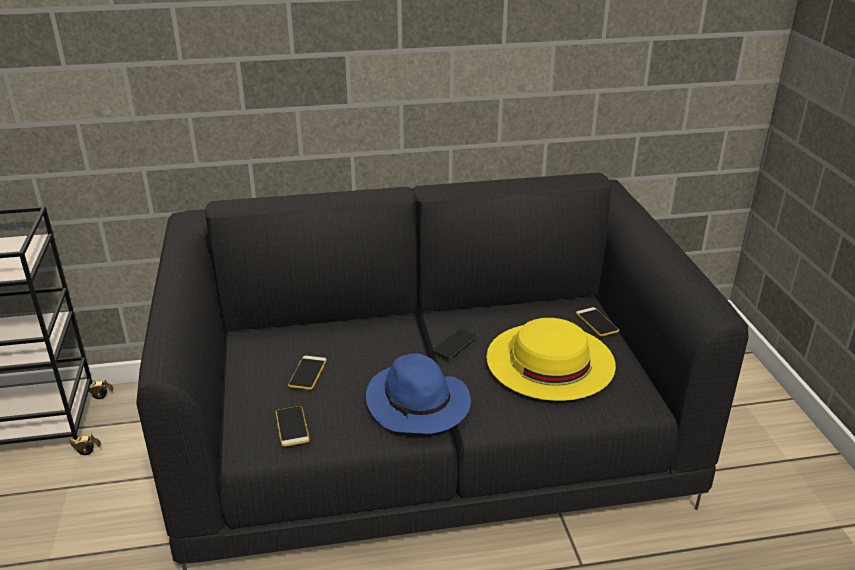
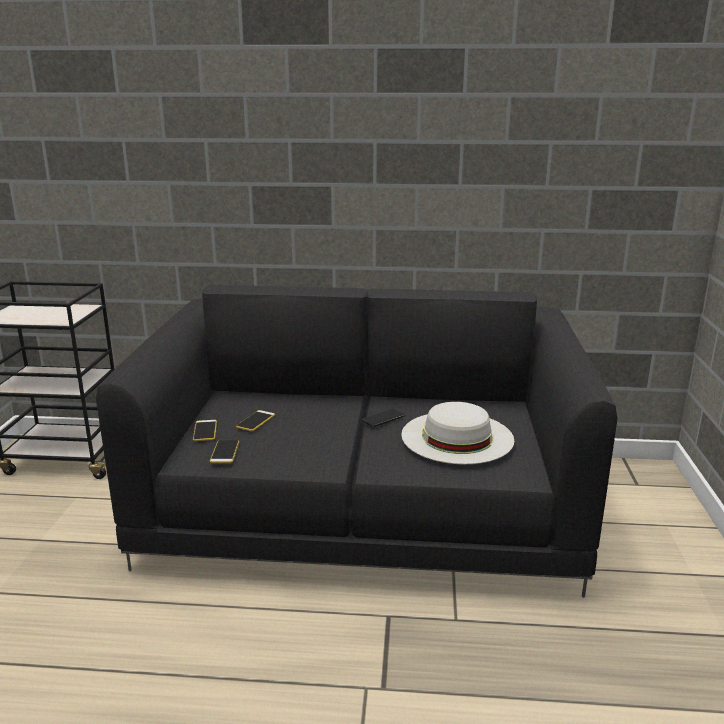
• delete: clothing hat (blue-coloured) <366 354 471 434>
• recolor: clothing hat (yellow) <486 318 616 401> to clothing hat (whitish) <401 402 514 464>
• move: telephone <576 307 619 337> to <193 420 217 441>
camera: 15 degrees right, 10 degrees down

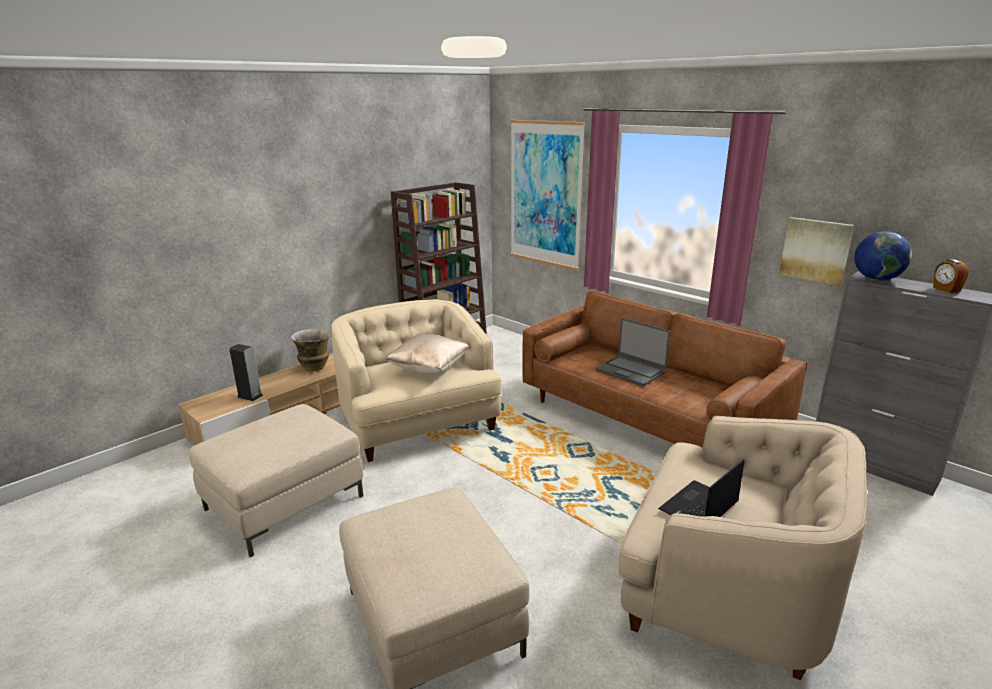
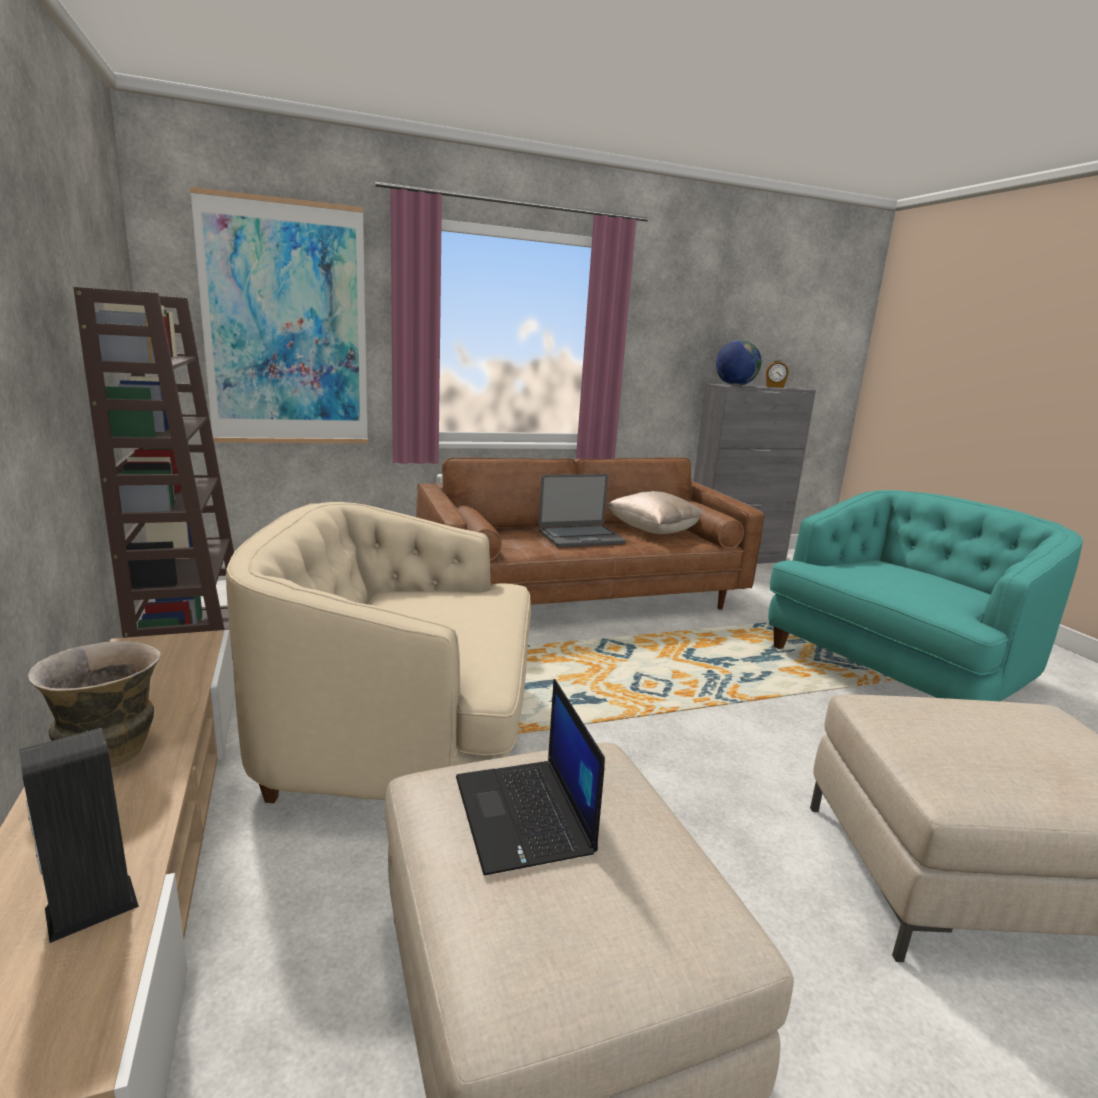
• move: throw pillow (beige) <385 333 469 374> to <606 491 703 534>
• recolor: armchair (beige) <618 416 867 680> to armchair (turquoise-coloured) <768 490 1083 701>
• move: portable computer <658 459 744 517> to <456 679 605 875>
• delete: wall art <779 217 854 286>
camera: 65 degrees left, 5 degrees down

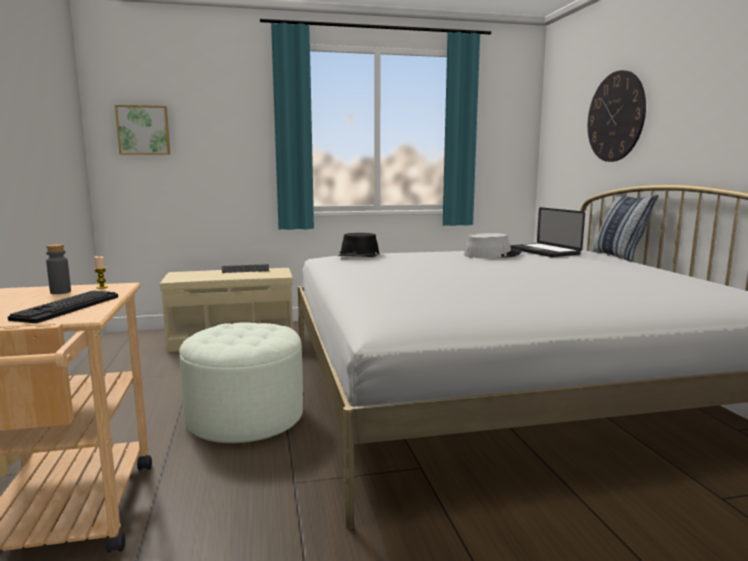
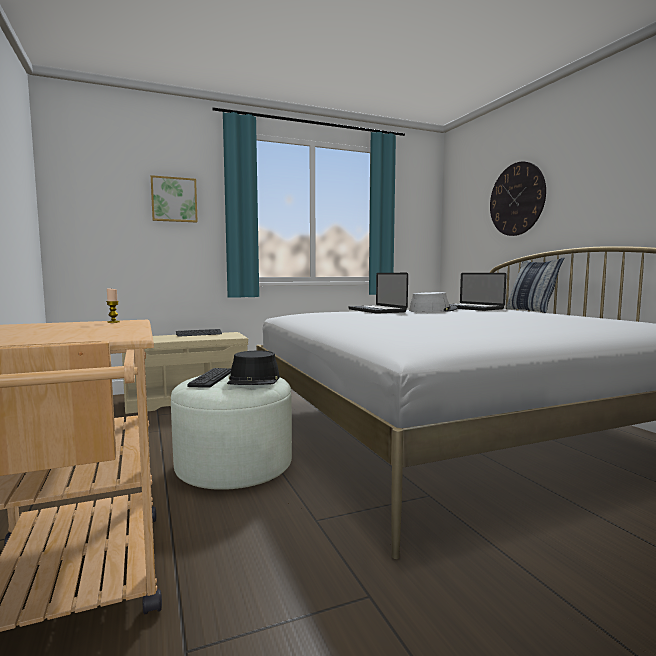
• move: PC keyboard <8 290 118 323> to <187 368 231 388>
• delete: drink bottle (greyish) <46 244 71 294>
• move: wall art <115 105 170 155> to <151 175 198 223>
• move: clothing hat (black-coloured) <338 233 379 257> to <227 351 280 385>
• insert: portable computer <348 273 408 314>
camera: 10 degrees left, 5 degrees down

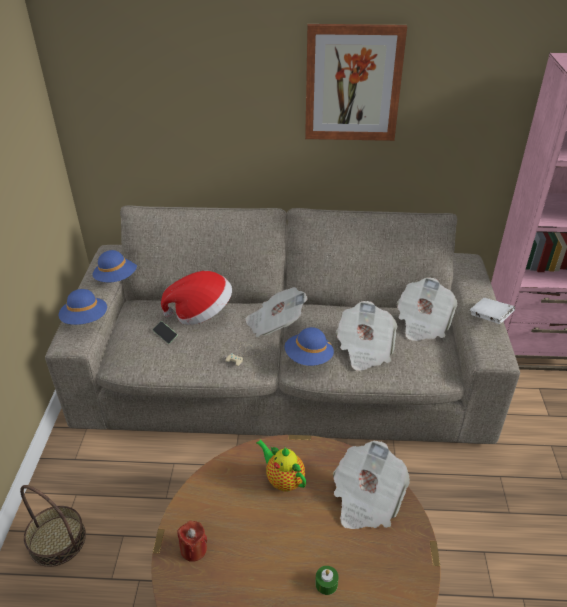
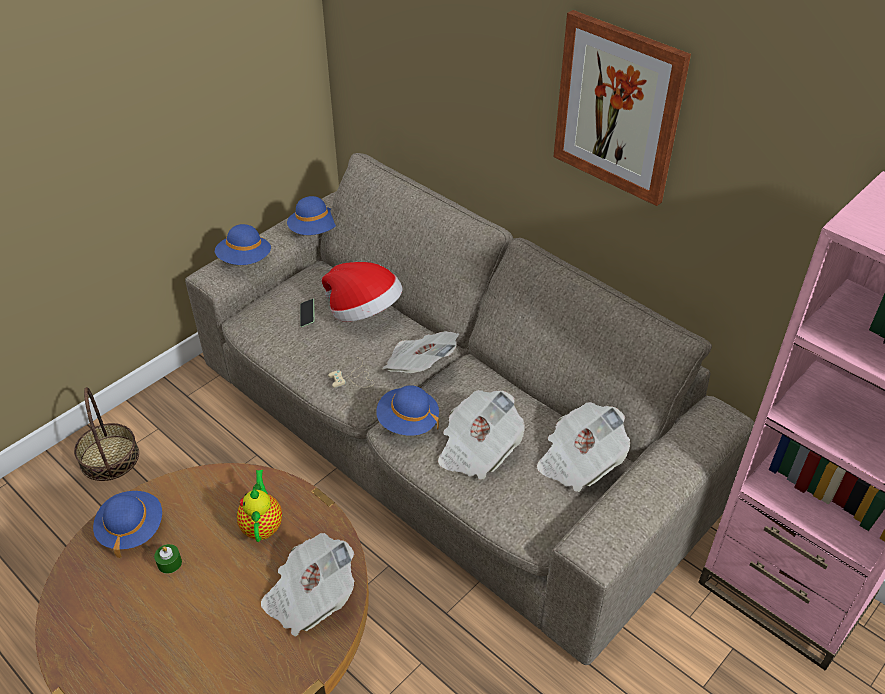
• replace: wax light (reddish) <178 521 207 562> to clothing hat (blue-coloured) <93 491 162 558>
• move: wax light (greenish) <315 566 339 595> to <154 544 182 574>
• delete: volume (whitish) <470 298 515 324>
camera: 40 degrees right, 5 degrees up

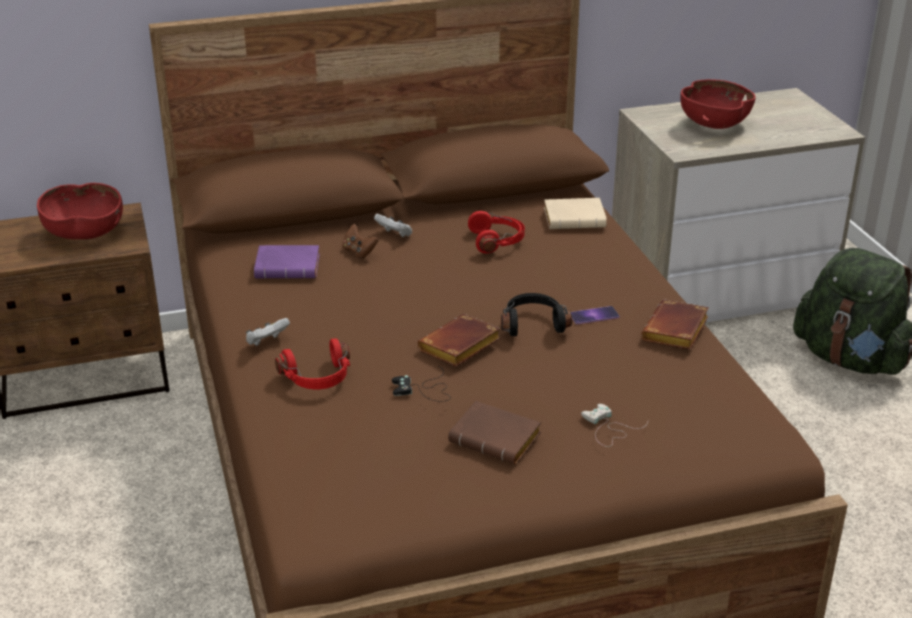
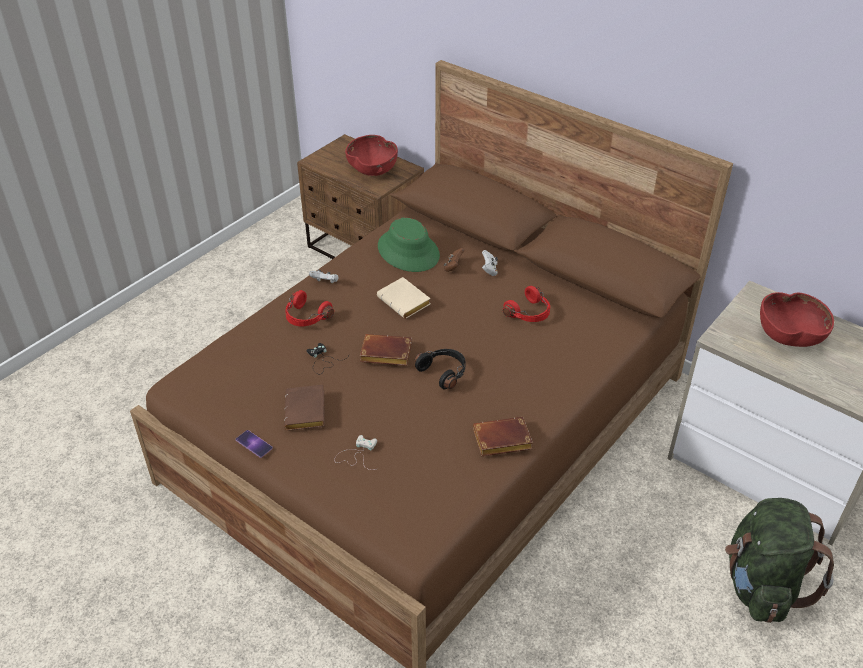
• replace: volume (purple-coloured) <254 245 320 279> to clothing hat (greenish) <378 218 440 272>
• move: volume (beige) <544 198 607 229> to <377 277 431 319>
• move: telephone <571 306 620 324> to <235 430 273 458>
camera: 55 degrees right, 10 degrees up

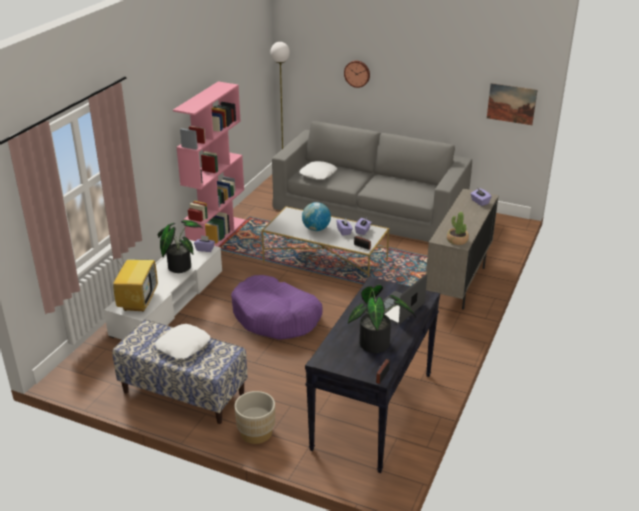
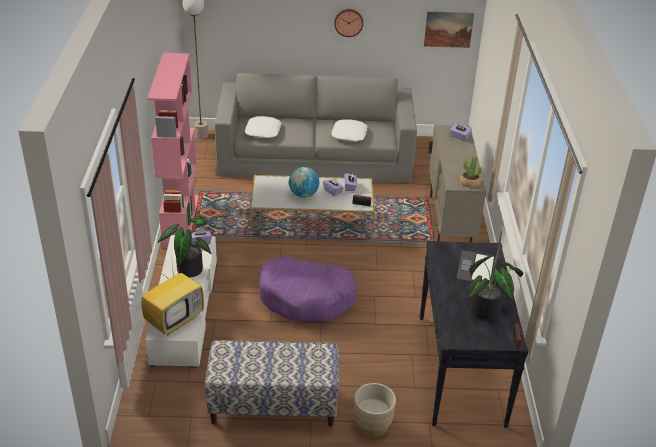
• rotate: television <113 243 158 312> = <141 255 204 335> 60 degrees clockwise
• move: throw pillow (whitish) <155 324 210 359> to <331 119 368 141>
• move: clock on the wall <344 61 370 88> to <334 9 363 37>
camera: 25 degrees left, 5 degrees up

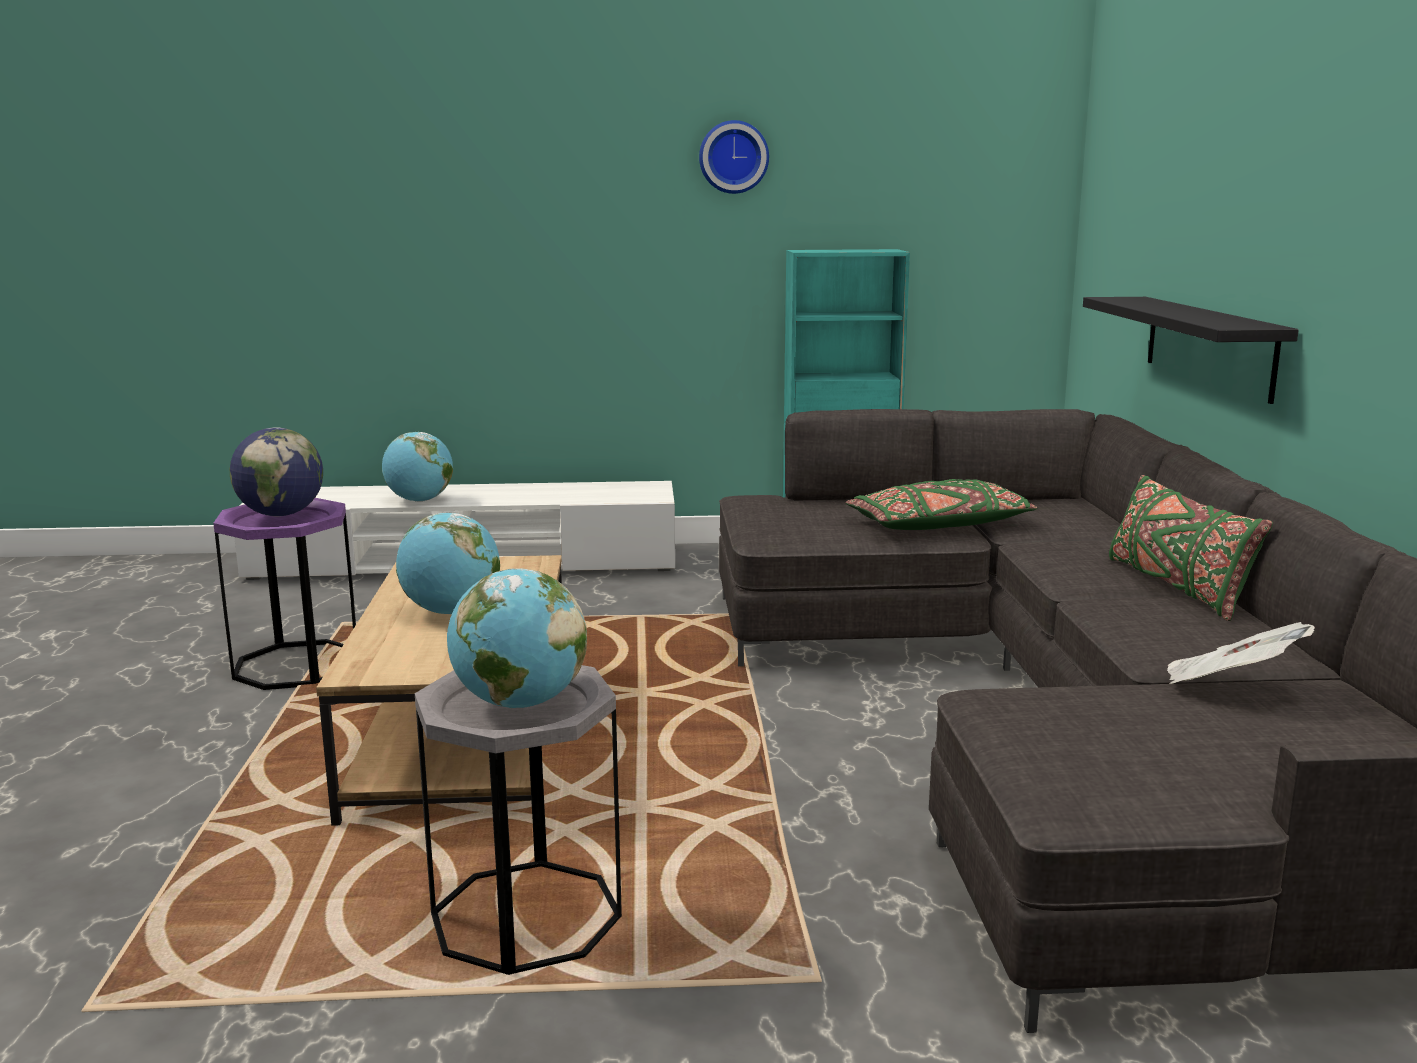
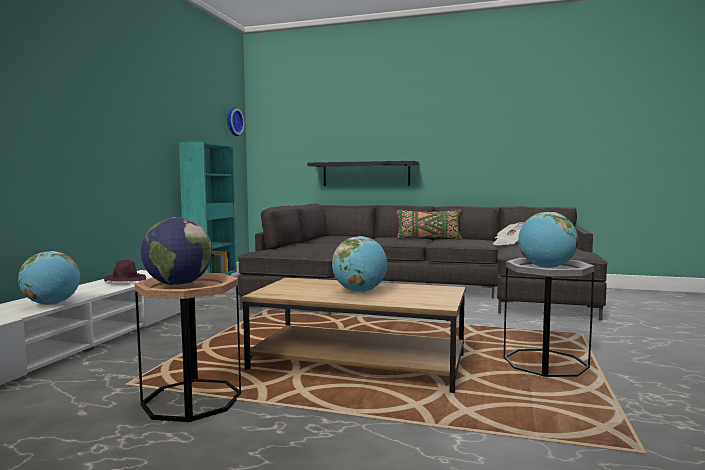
• recolor: accent table (purple-coloured) <213 498 356 690> to accent table (brown-coloured) <135 273 241 422>
• move: clock on the wall <699 120 769 194> to <227 107 245 136>
• delete: throw pillow (greenish) <846 479 1037 530>
• insert: clothing hat (purple-coloured) <104 260 146 282>
camera: 70 degrees left, 10 degrees down

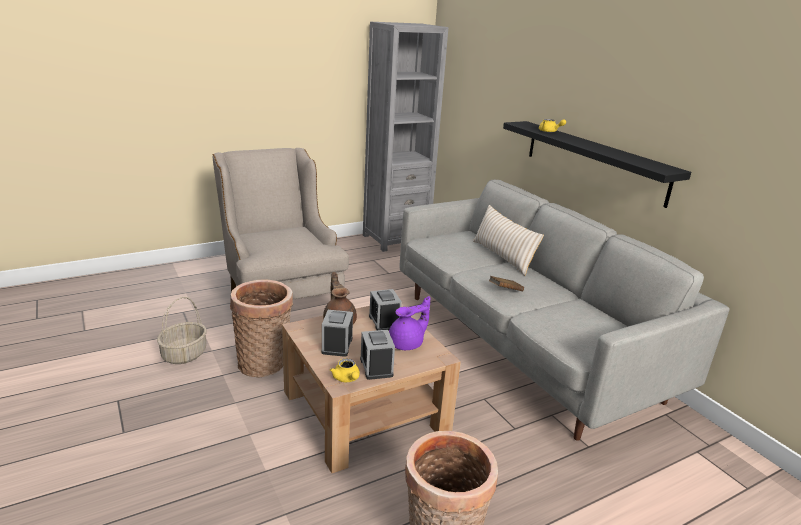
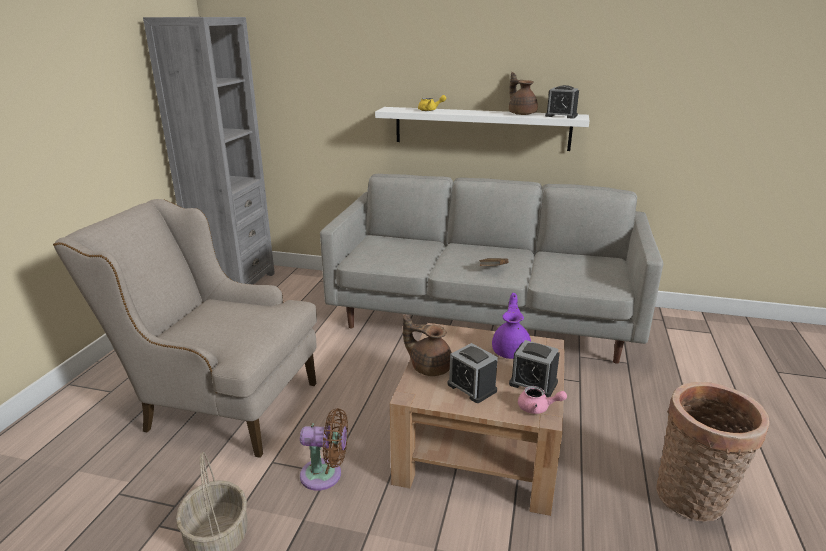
• replace: basket <230 280 293 377> to electric fan (brown-coloured) <300 408 348 491>
• recolor: pot for tea (yellow) <330 358 360 382> to pot for tea (pink-coloured) <518 386 567 414>
• move: table clock <369 289 402 331> to <545 85 579 118>
• delete: throw pillow (beige) <473 205 544 276>
• recolor: bracket shelf (black-coloured) <503 121 691 208> to bracket shelf (whitish) <375 107 590 151>
• insert: pot for tea (brown-coloured) <509 72 538 115>
camera: 45 degrees left, 0 degrees up

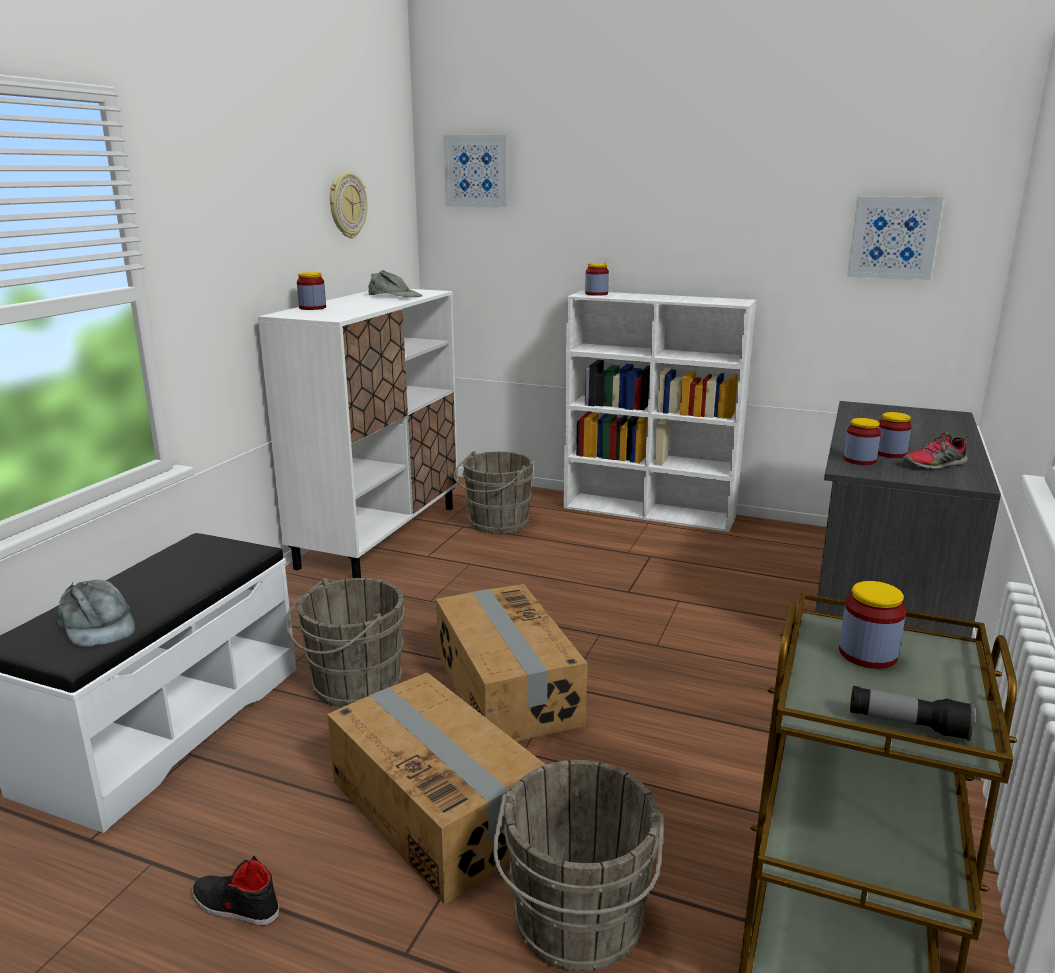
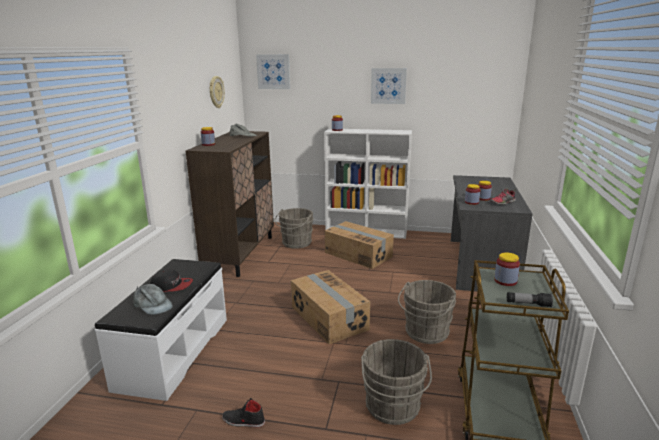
• recolor: cupboard (whitish) <258 289 458 578> to cupboard (brown-coloured) <185 131 274 277>
• move: pail (greyish) <286 578 406 708> to <398 280 456 344>
• move: packing box <327 672 546 904> to <325 221 394 269>
• move: wall art <847 196 944 280> to <371 68 407 104>
• insert: cap <150 269 193 292>
camera: 10 degrees left, 0 degrees up

